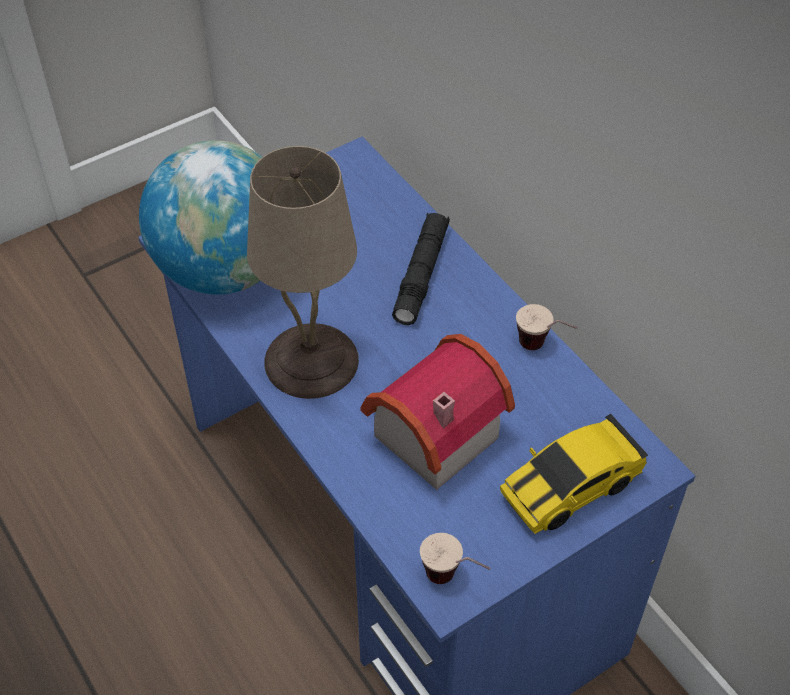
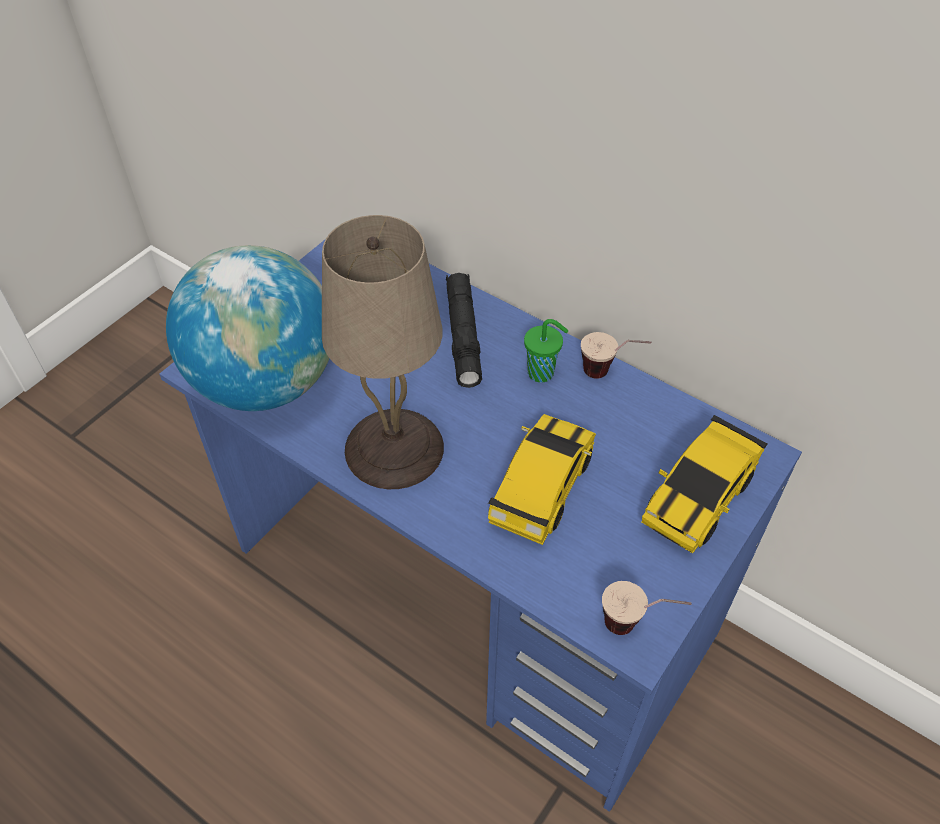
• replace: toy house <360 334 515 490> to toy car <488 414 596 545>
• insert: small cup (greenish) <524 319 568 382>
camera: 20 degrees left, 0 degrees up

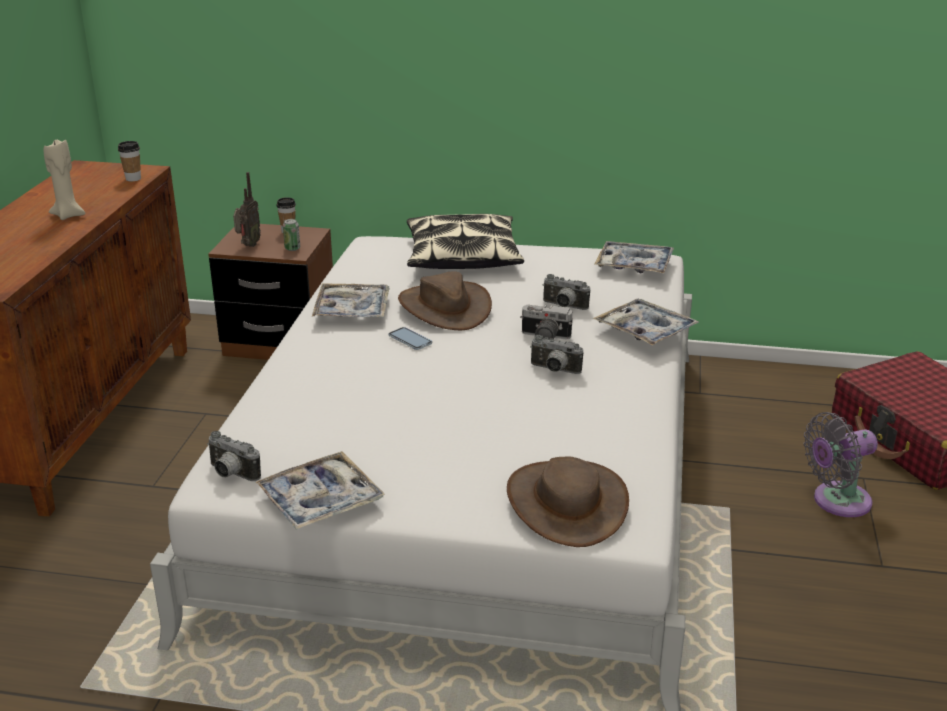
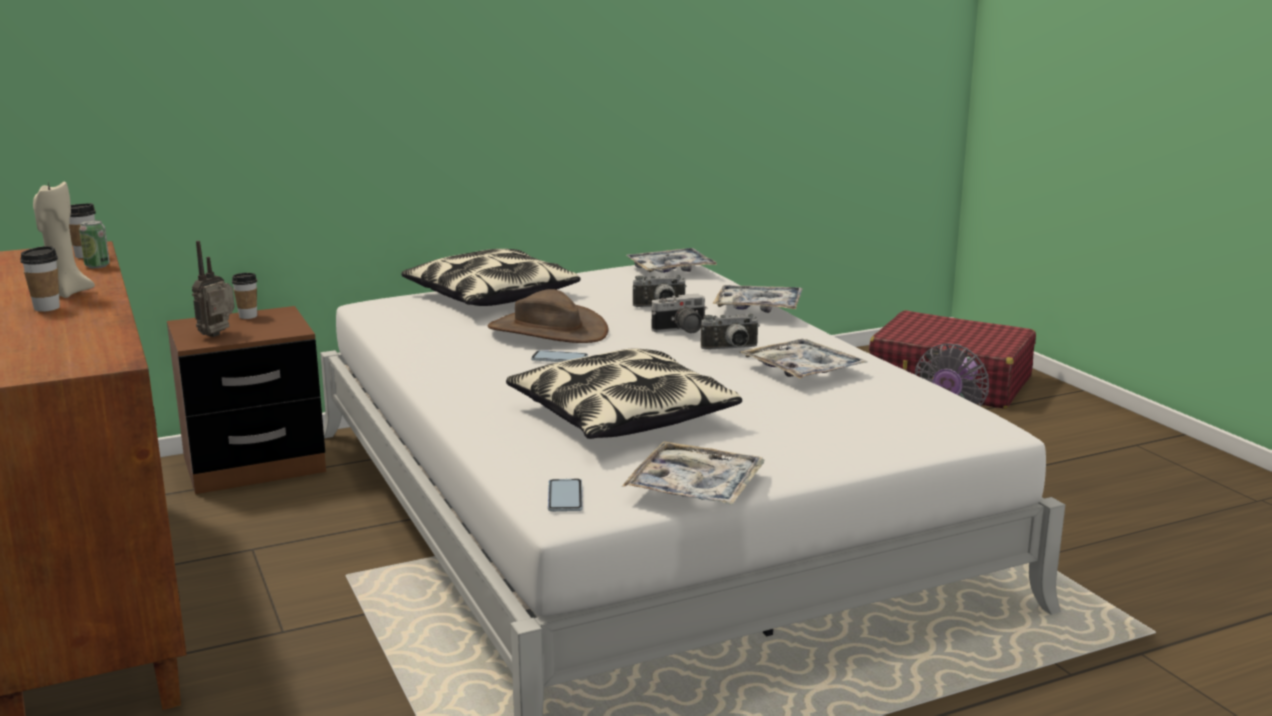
• replace: still camera <207 431 261 481> to telephone <548 479 583 512>
• rotate: radio receiver <233 172 261 247> = <192 241 235 337> 135 degrees counterclockwise
• move: metal can <283 219 300 251> to <79 220 110 268>
• move: serving tray <312 283 390 317> to <740 339 867 379>
• delete: clothing hat (brown-coloured) <507 456 629 547>
• insert: small cup <20 246 60 312>
• insert: throw pillow <506 348 742 439>
camera: 35 degrees left, 10 degrees down

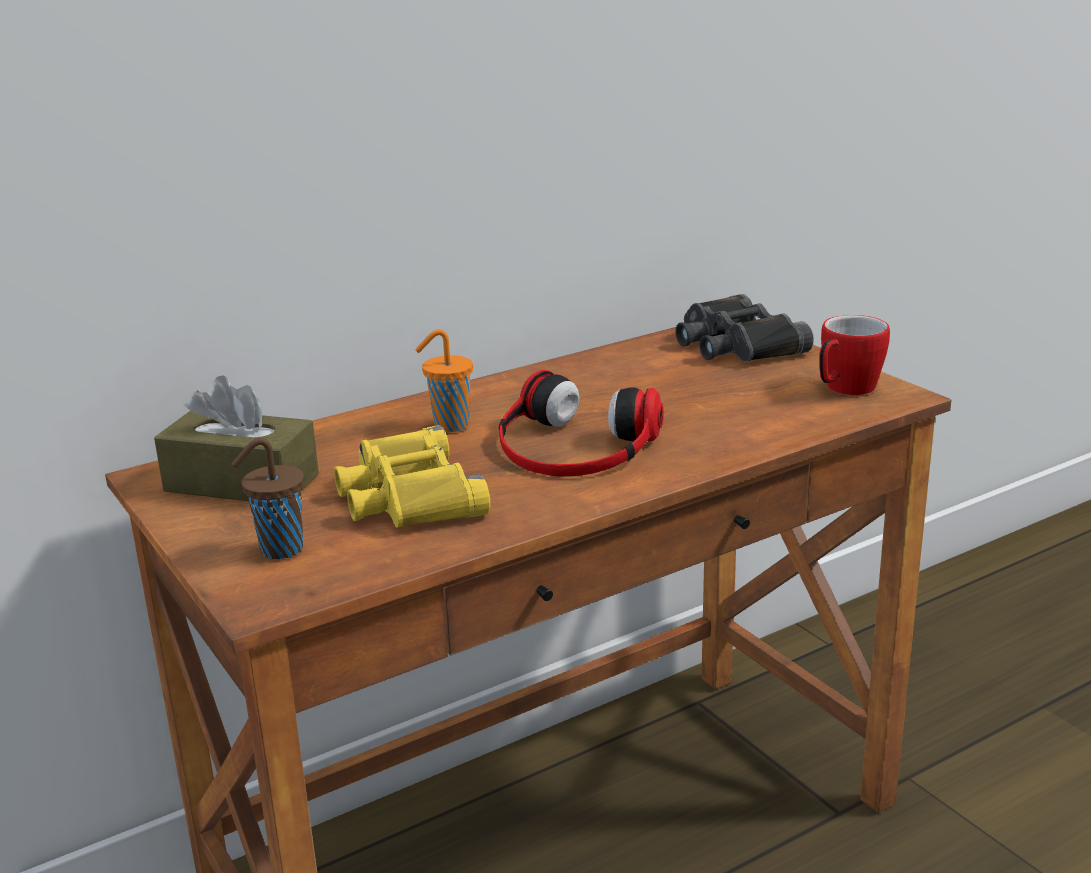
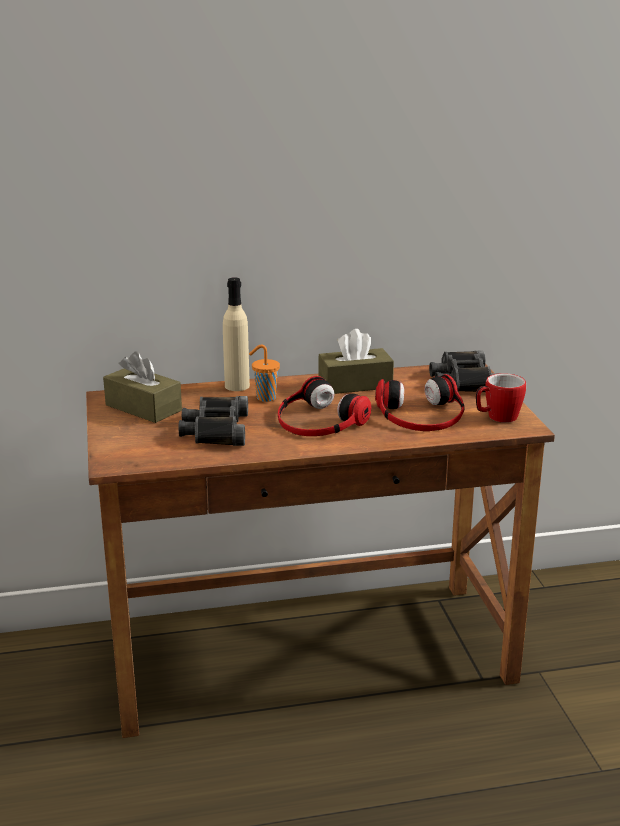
• delete: small cup (brown-coloured) <232 438 304 559>
• recolor: binoculars (yellow) <334 425 490 528> to binoculars (black-coloured) <179 396 248 446>
• insert: drink bottle (beige) <223 277 250 391>
• insert: box of tissues (brown-coloured) <318 329 394 394>
• insert: headphones <375 374 464 431>
camera: 20 degrees right, 0 degrees up

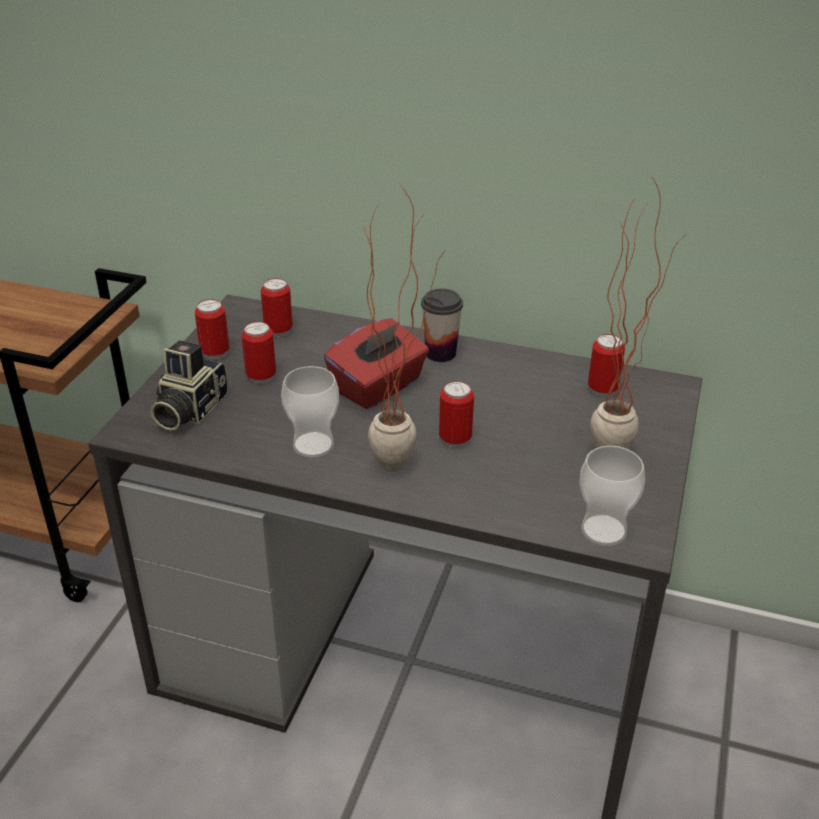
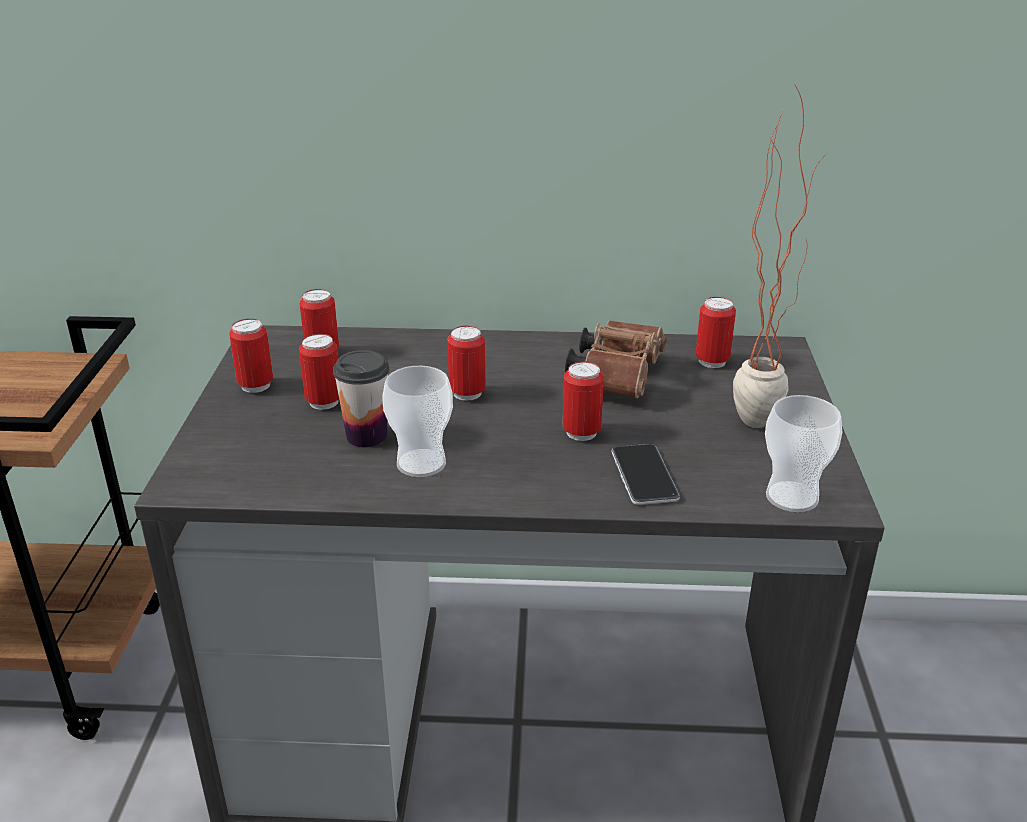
• delete: still camera <151 340 228 431>
• replace: box of tissues (reddish) <324 318 429 409> to metal can <447 326 485 401>
• delete: potted plant <363 183 445 471>
• move: small cup <421 289 463 362> to <333 350 389 447>
• insert: binoculars (brown-coloured) <565 320 667 398>
• insert: telephone <612 444 680 505>
camera: 15 degrees left, 5 degrees down

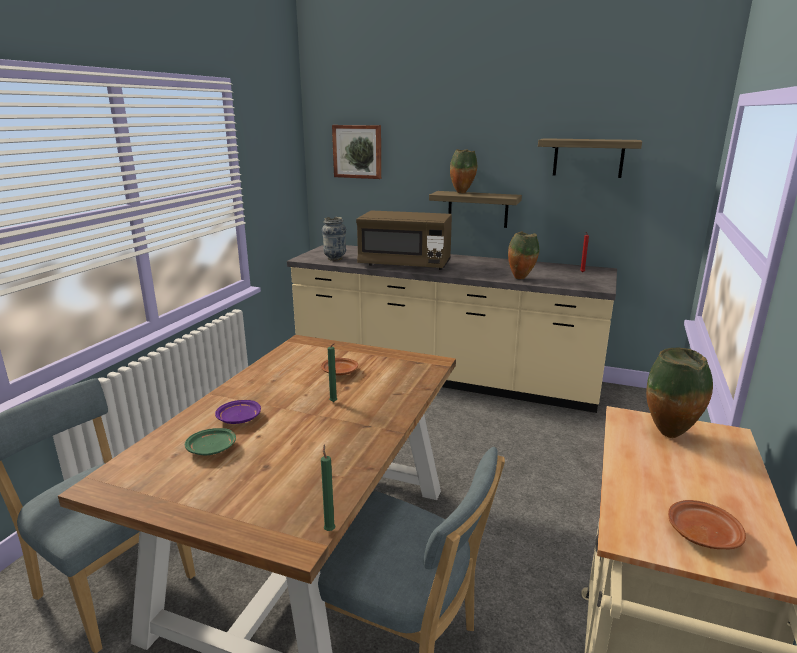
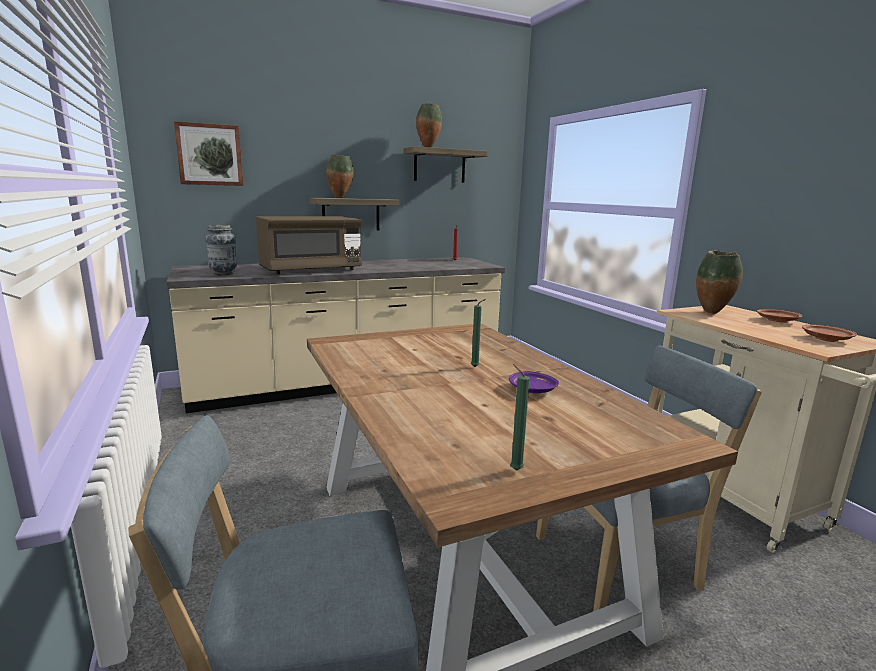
• delete: flat dish (greenish) <185 428 236 455>
• move: flat dish (purple-coloured) <215 400 261 424> to <509 371 559 394>
• move: flat dish (brown-coloured) <321 358 358 376> to <757 309 803 323>
• move: wax light (greenish) <321 444 336 531> to <510 364 530 471>
• move: vase <508 232 539 279> to <416 103 442 147>
camera: 45 degrees left, 5 degrees down

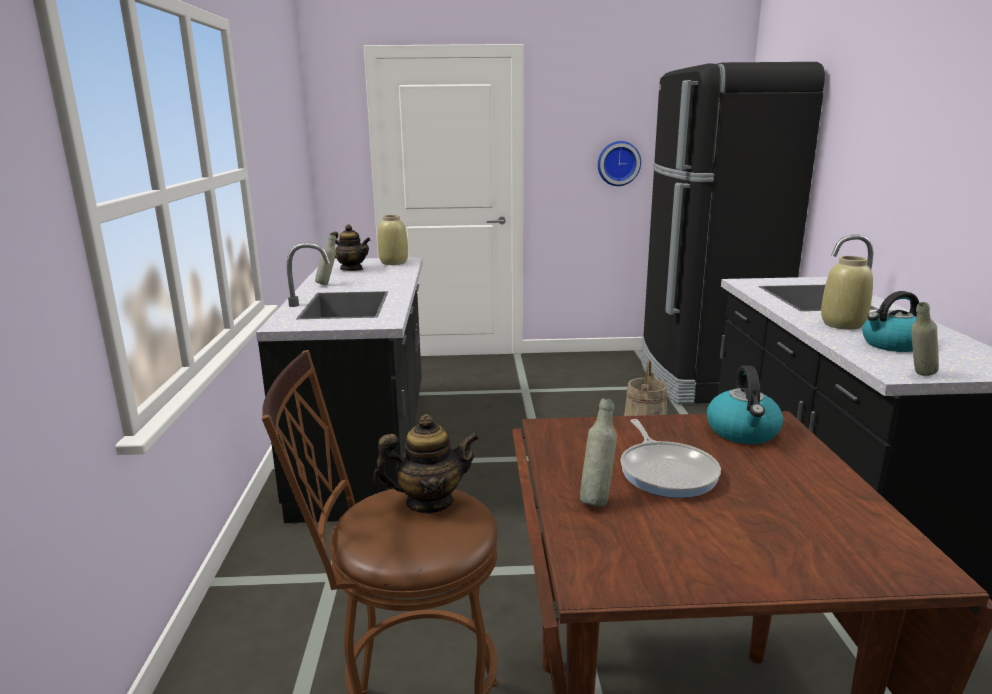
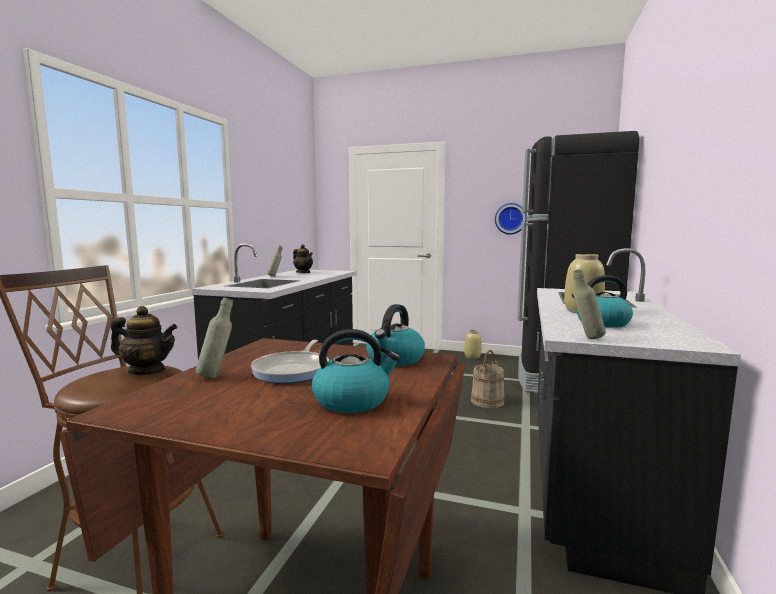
• move: vase (beige) <378 215 408 265> to <464 330 482 359>
• insert: kettle <312 329 400 413>
camera: 20 degrees right, 10 degrees down

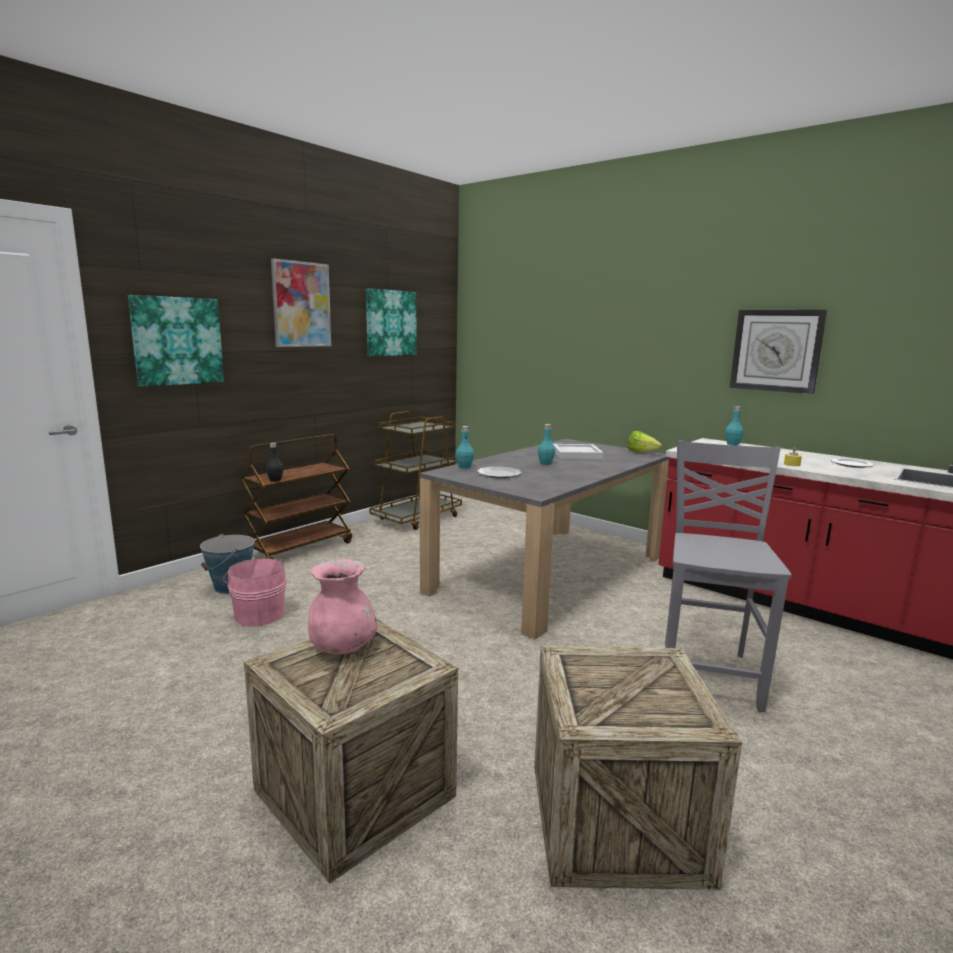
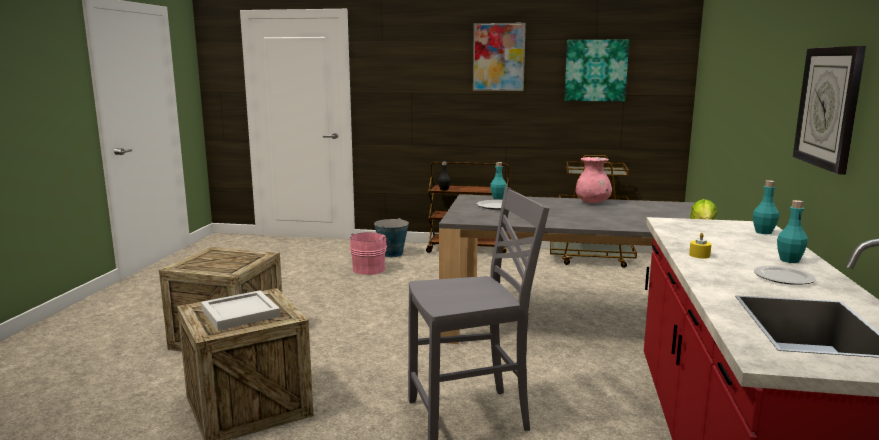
• delete: wall art <128 295 224 387>
• move: vase (pink-coloured) <308 559 377 654> to <576 157 612 203>
• move: drink bottle (turquoise-coloured) <538 424 555 465> to <777 200 808 263>
• move: serving tray (whitish) <553 444 604 459> to <201 290 281 330>
camera: 60 degrees right, 0 degrees up

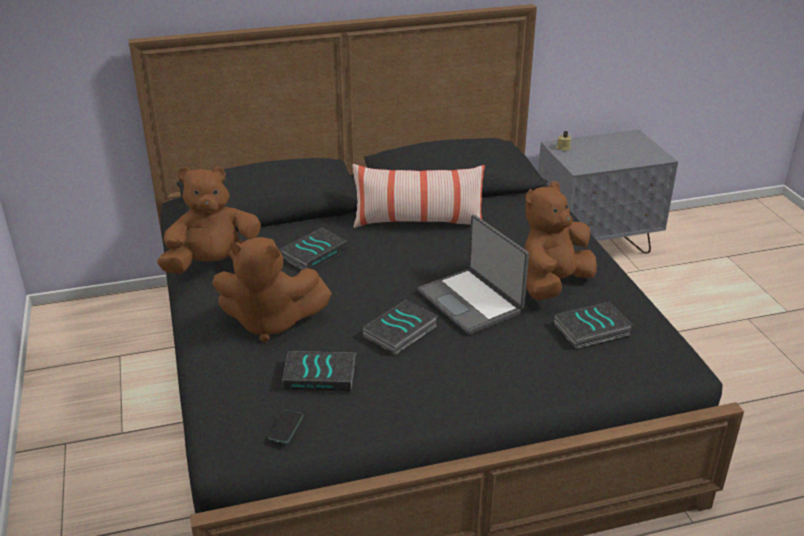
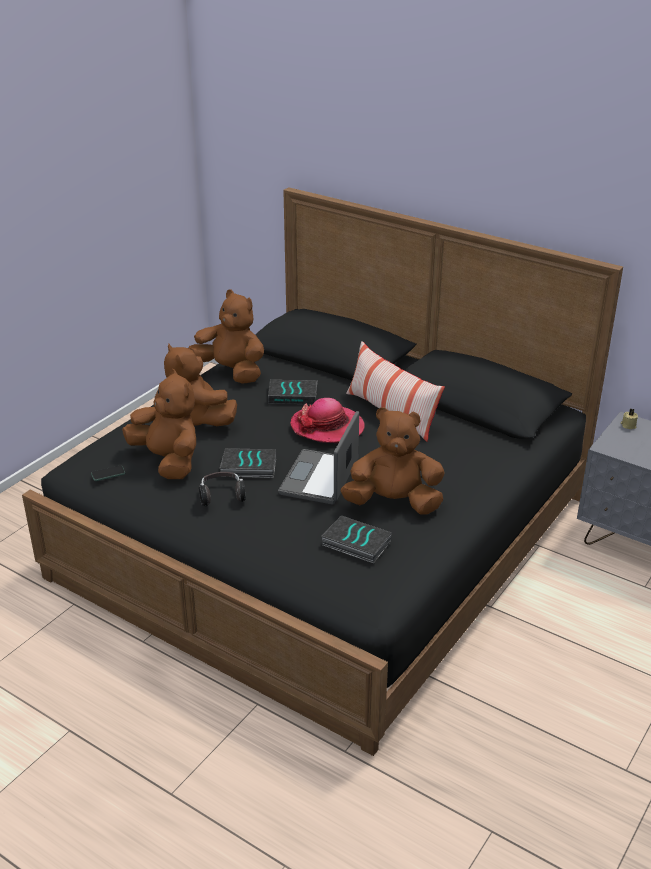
• replace: volume <282 351 356 392> to plush toy (brown-coloured) <122 369 196 479>
• insert: headphones <199 472 245 506>
• insert: clothing hat <290 398 365 443>
camera: 50 degrees right, 0 degrees up

